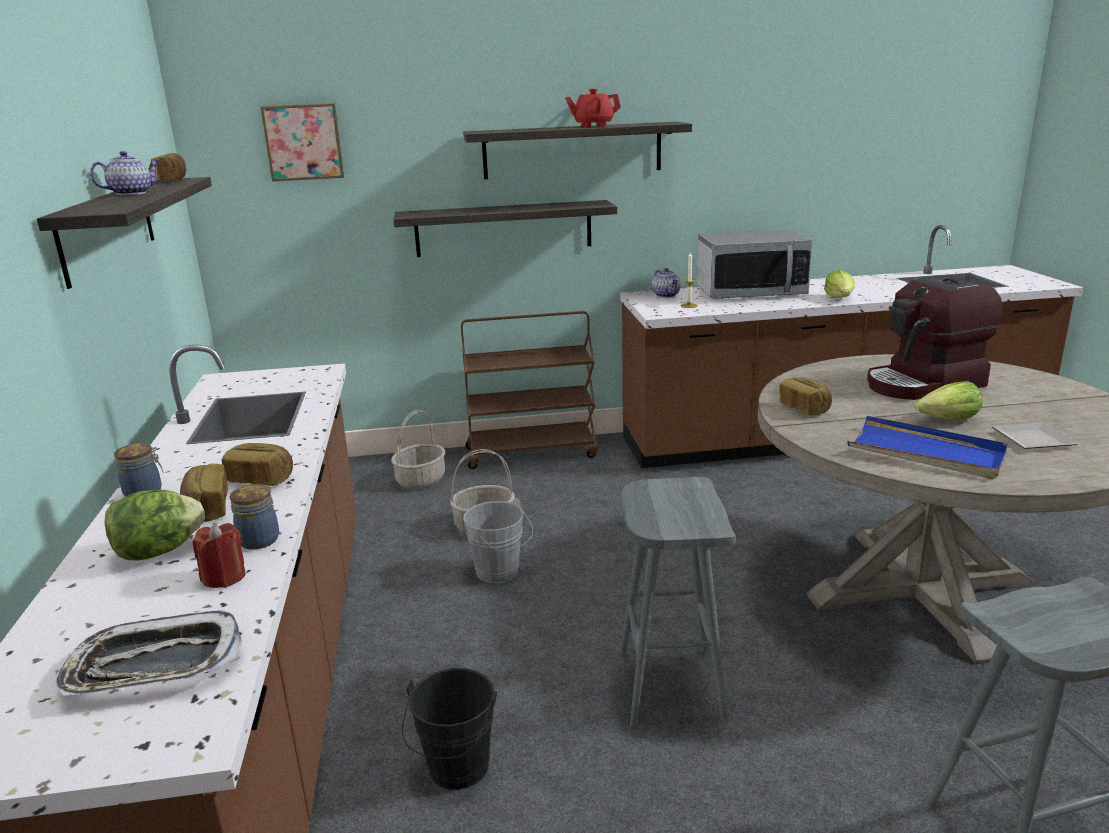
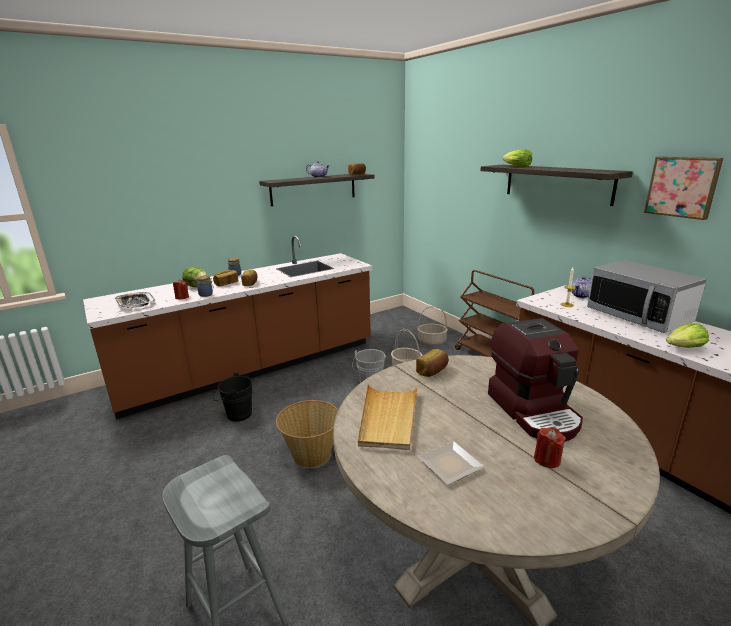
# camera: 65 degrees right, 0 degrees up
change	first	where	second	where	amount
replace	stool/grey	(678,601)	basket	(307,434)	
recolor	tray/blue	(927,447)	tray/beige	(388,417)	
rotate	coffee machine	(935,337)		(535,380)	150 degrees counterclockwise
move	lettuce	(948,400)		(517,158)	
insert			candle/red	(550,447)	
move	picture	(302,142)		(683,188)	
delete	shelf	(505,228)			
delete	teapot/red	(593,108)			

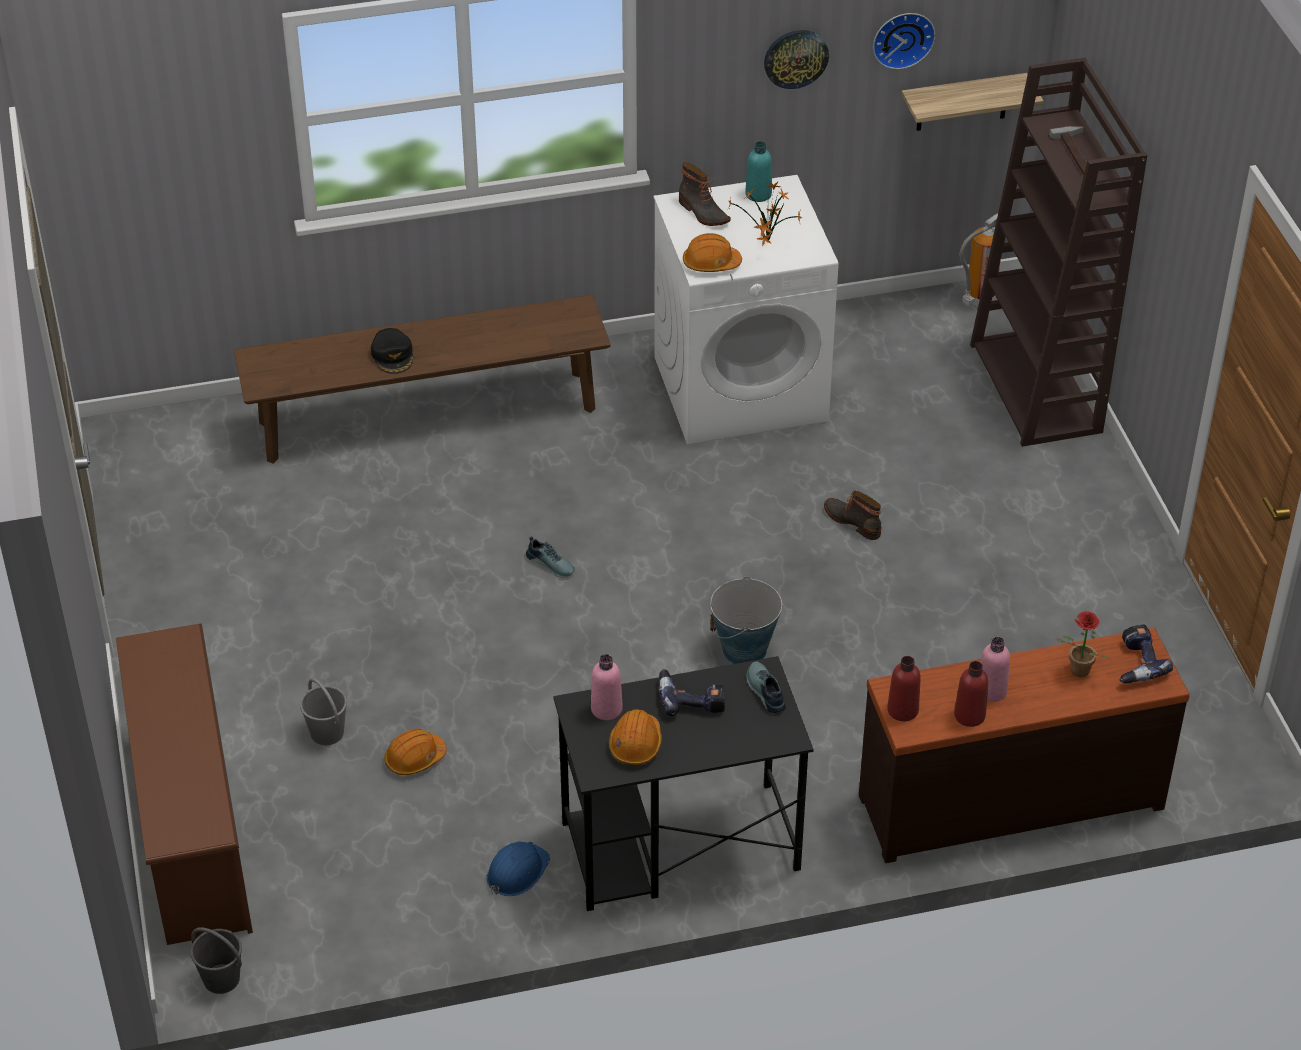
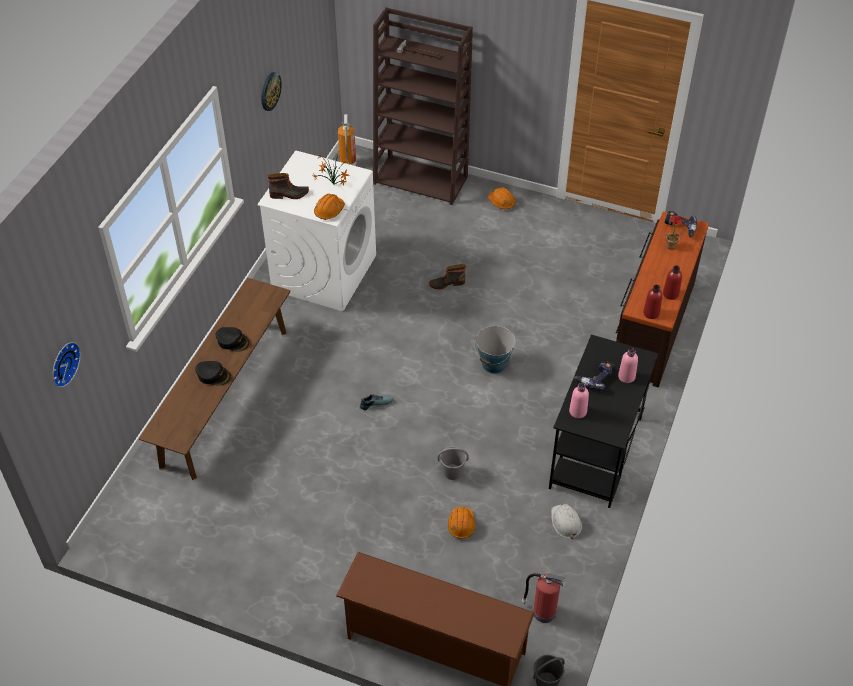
# camera: 55 degrees left, 5 degrees up
change	first	where	second	where	amount
move	wall clock	(904,41)		(67,365)	
insert			cap/black	(232,339)	
move	bucket/grey	(323,711)		(453,463)	
move	hard hat/orange	(635,737)		(502,198)	
insert			fire extinguisher	(543,598)	
recolor	hard hat/blue	(518,868)	hard hat/white	(566,521)	
move	bottle/pink	(995,669)		(628,365)	
delete	bottle/turquoise	(758,171)			
delete	shoe	(766,687)			
delete	shelf	(972,102)			

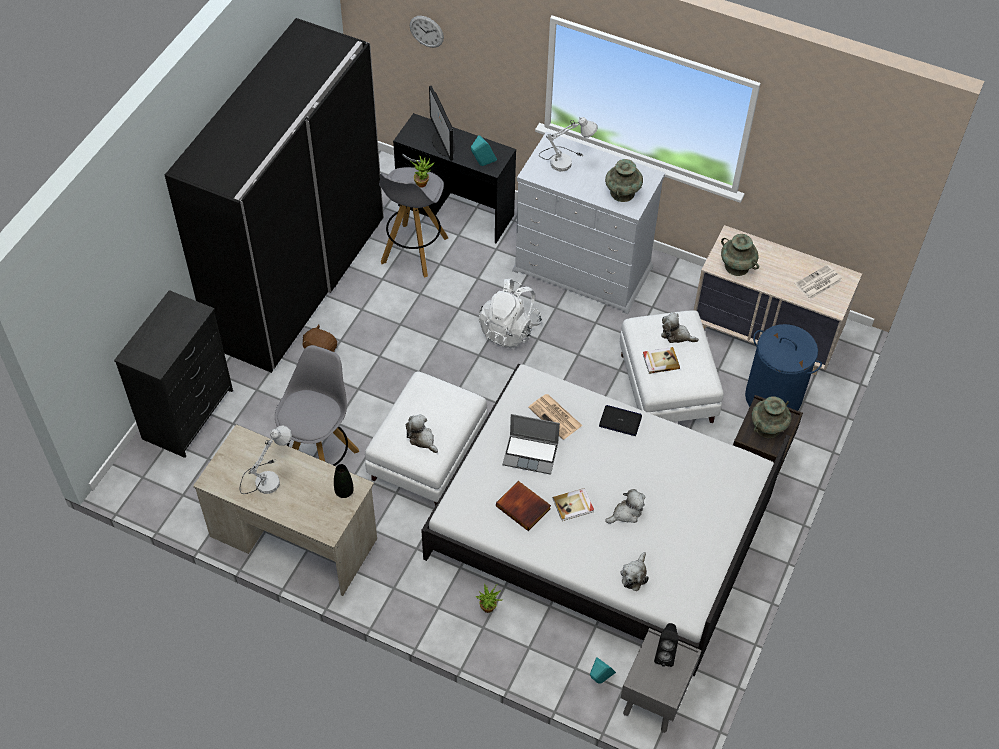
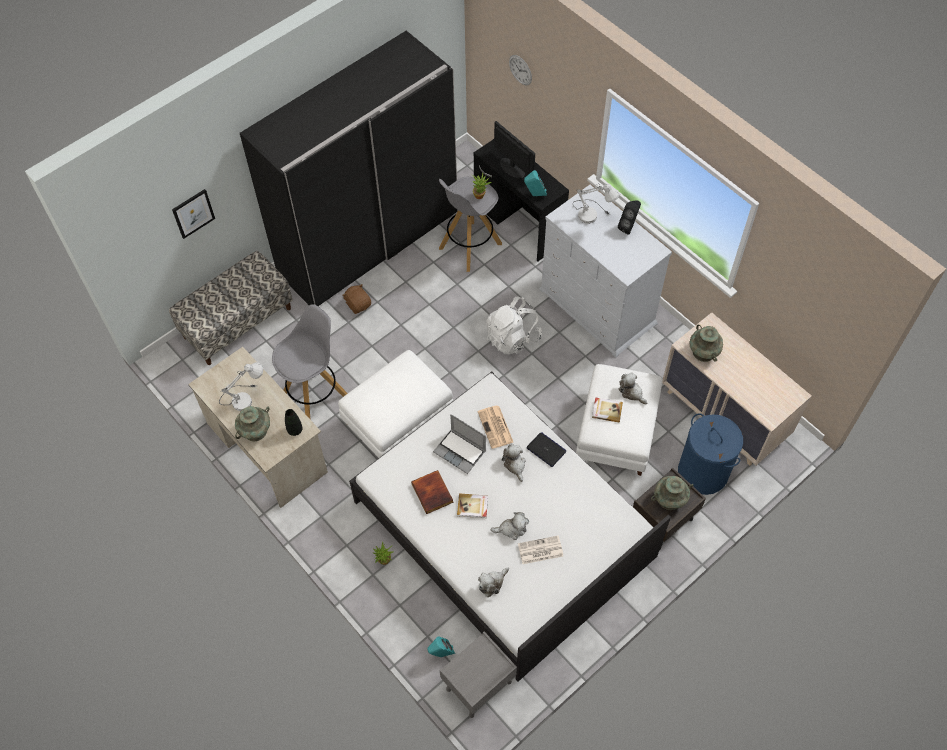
# camera: 25 degrees right, 5 degrees up
change	first	where	second	where	amount
replace	dresser/black	(173,374)	bench	(231,308)	
insert			picture	(193,214)	
move	vase/turquoise	(624,180)		(252,424)	
rotate	monitor	(442,123)		(514,149)	135 degrees clockwise
move	plush toy	(422,433)		(513,463)	
move	newspaper	(818,282)		(540,549)	
move	speaker/black	(666,645)		(629,217)	

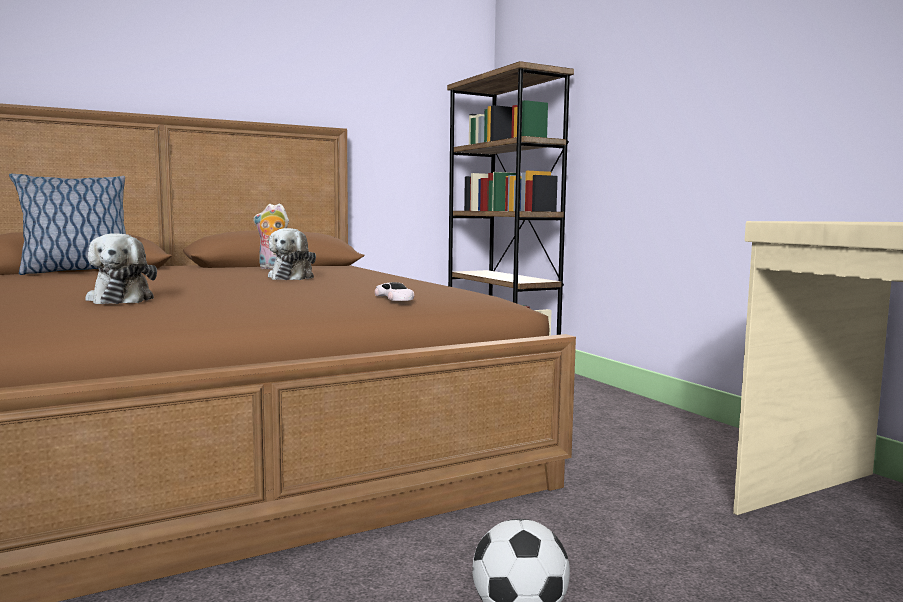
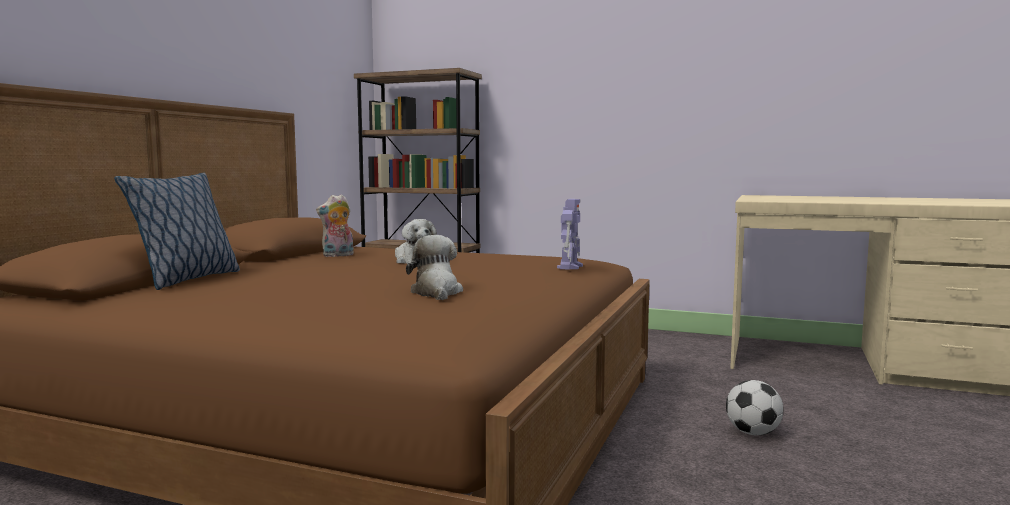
# camera: 40 degrees left, 0 degrees up
change	first	where	second	where	amount
rotate	plush toy	(121,268)		(434,267)	135 degrees counterclockwise
replace	toy car/white	(394,291)	toy robot	(570,234)	

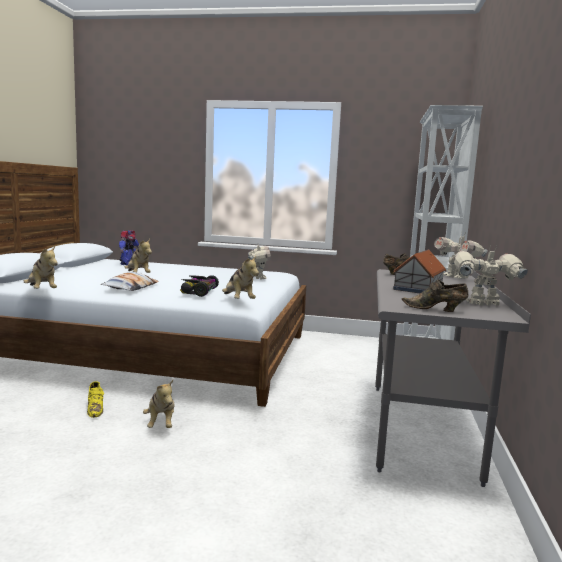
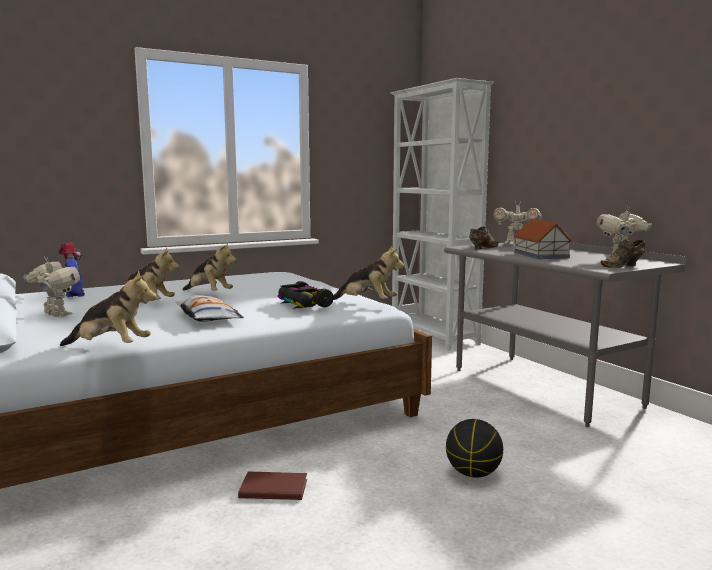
# camera: 40 degrees left, 0 degrees up
change	first	where	second	where	amount
move	toy robot	(259,261)		(51,287)	
move	plush toy	(159,404)		(209,266)	
replace	shoe/yellow	(95,399)	book/brown	(272,486)	
insert			basketball	(474,448)	

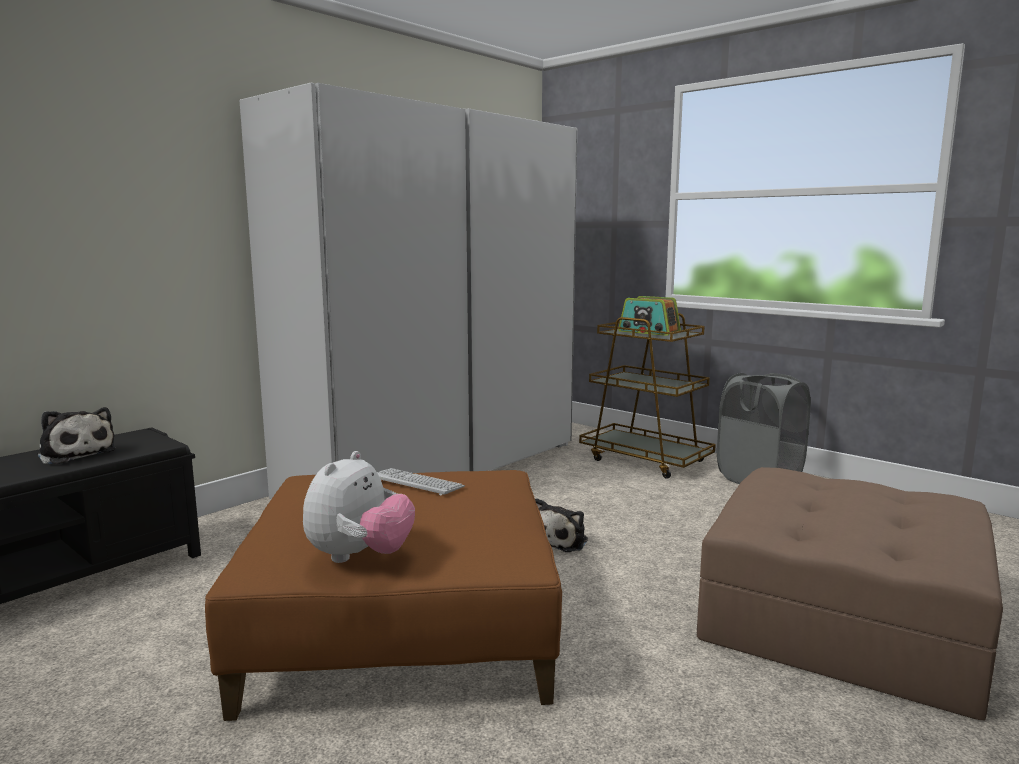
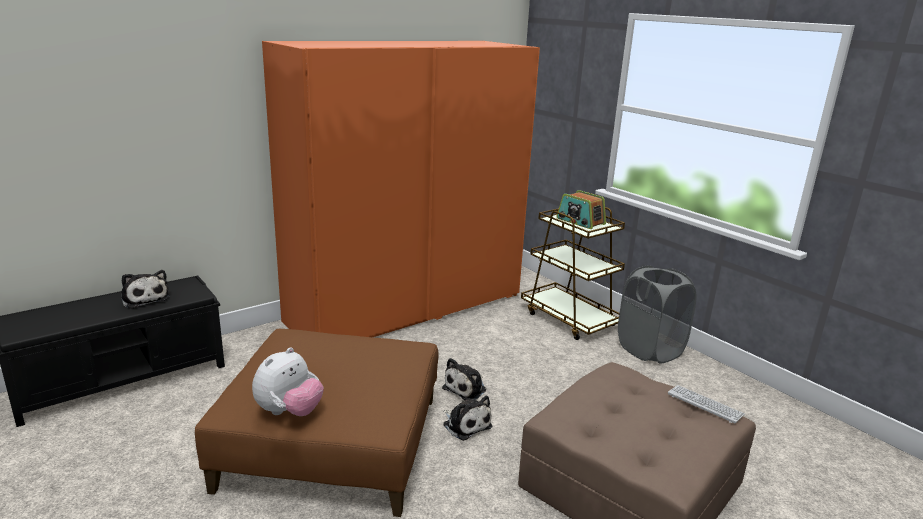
# camera: 10 degrees right, 10 degrees up
change	first	where	second	where	amount
recolor	wardrobe/white	(408,291)	wardrobe/orange	(401,189)	
insert			plush toy	(467,418)	
move	keyboard	(421,482)		(706,404)	

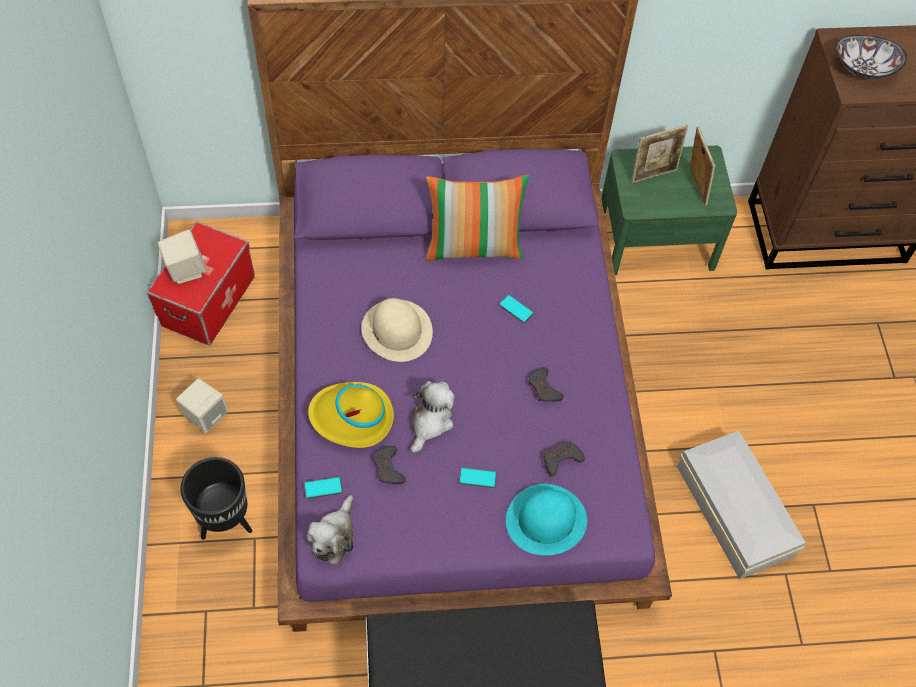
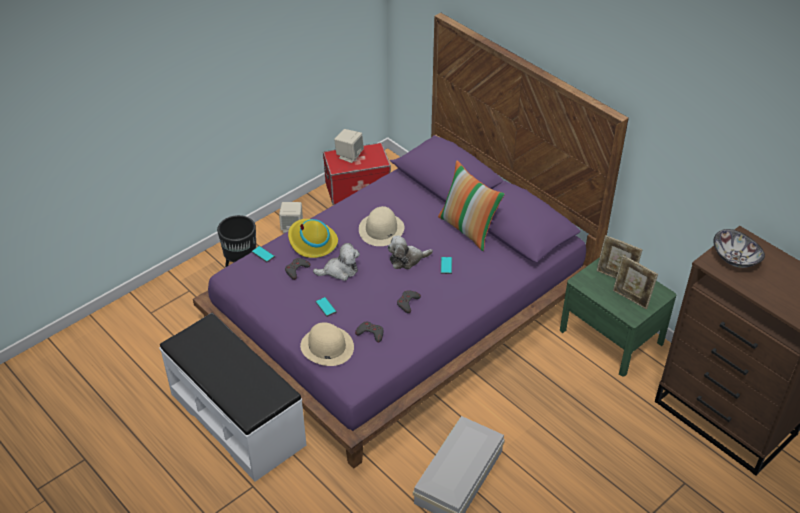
# camera: 55 degrees right, 15 degrees down
change	first	where	second	where	amount
recolor	hat/turquoise	(546,519)	hat/beige	(327,344)	
move	plush toy	(330,530)		(410,252)	
rotate	picture frame	(702,166)		(635,282)	90 degrees clockwise

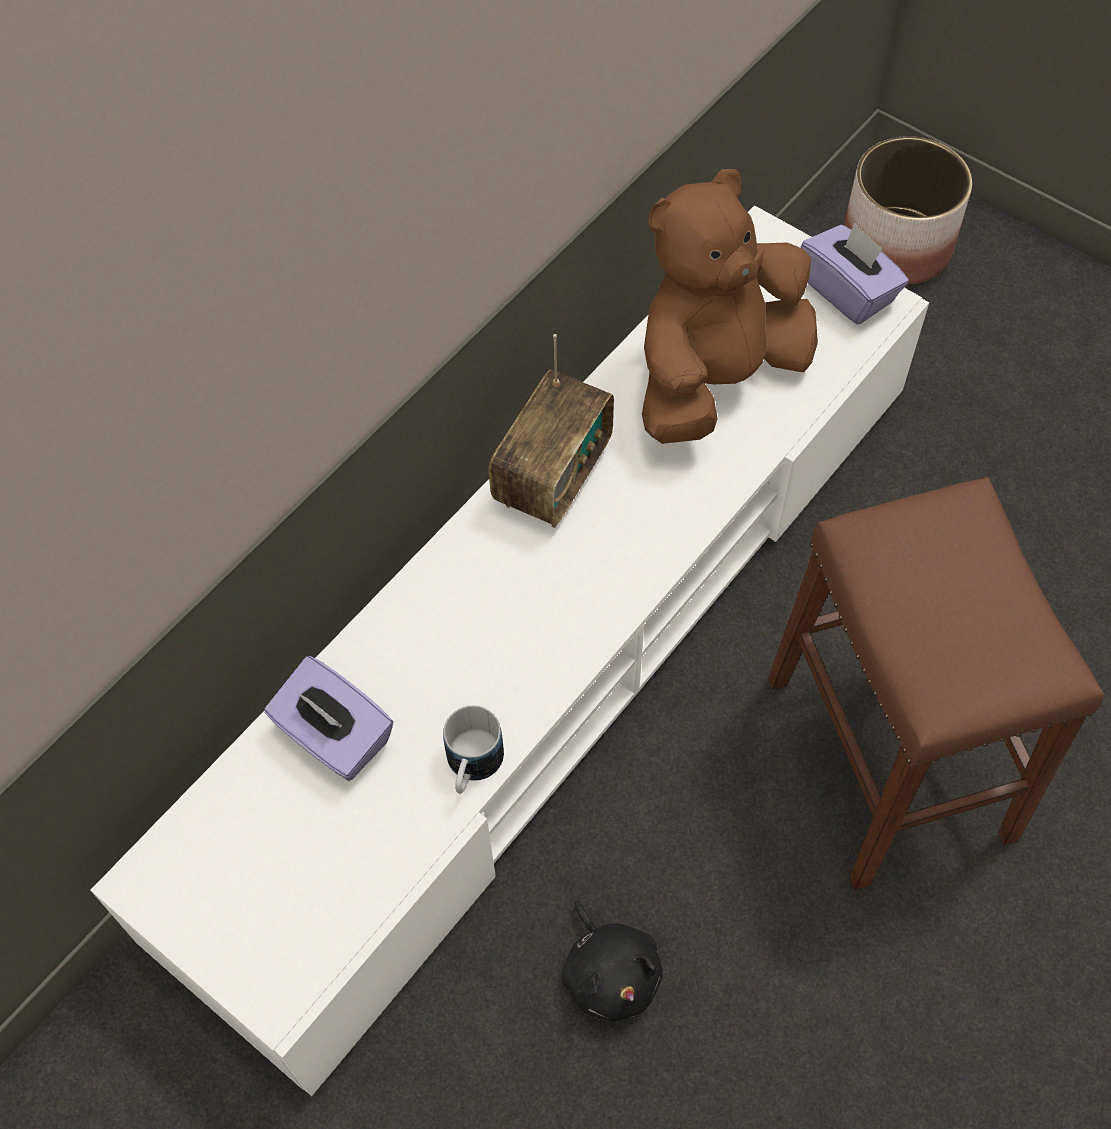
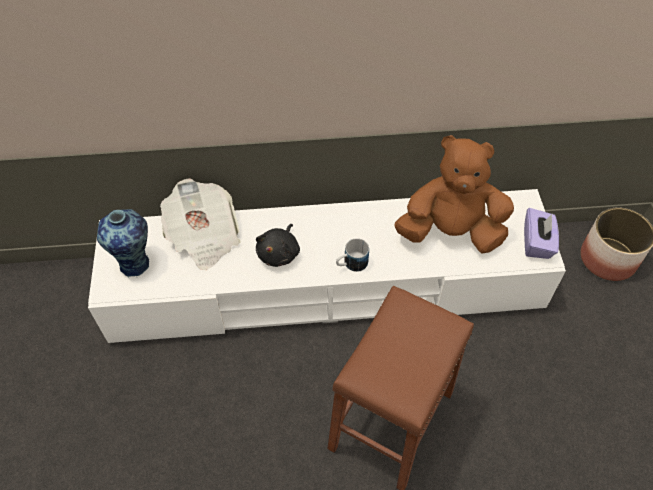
# camera: 45 degrees right, 5 degrees down
change	first	where	second	where	amount
insert			vase	(123,243)	
replace	tissue box/purple	(329,718)	newspaper	(200,224)	
move	plush toy/black	(612,960)		(278,245)	
move	mug	(473,749)		(352,255)	
delete	radio	(551,431)			

